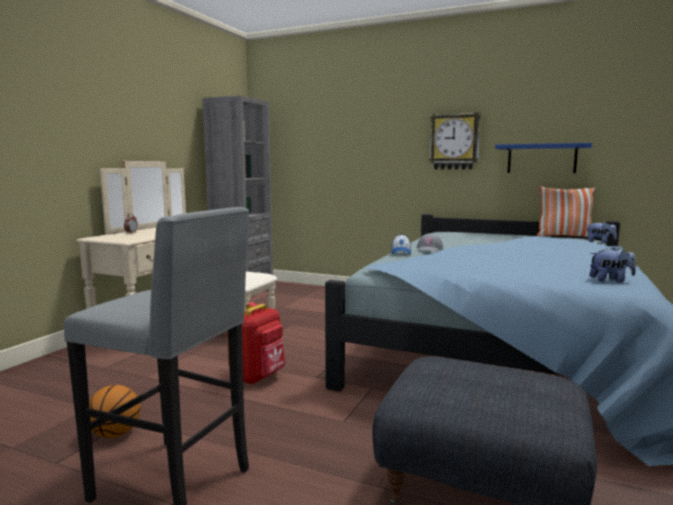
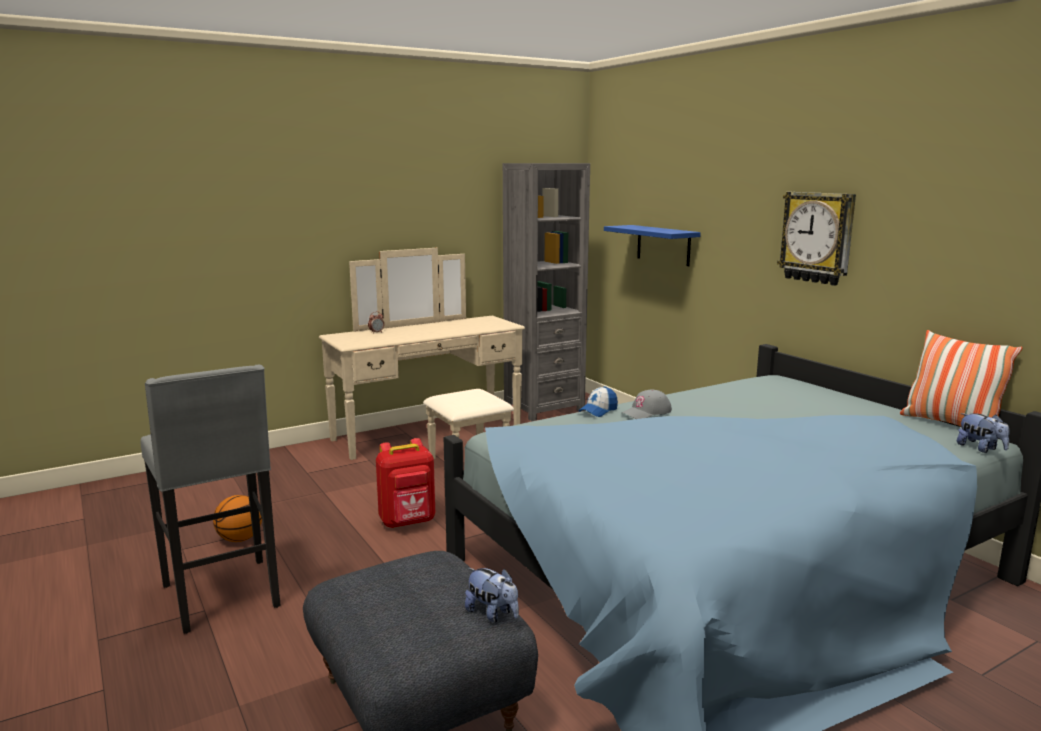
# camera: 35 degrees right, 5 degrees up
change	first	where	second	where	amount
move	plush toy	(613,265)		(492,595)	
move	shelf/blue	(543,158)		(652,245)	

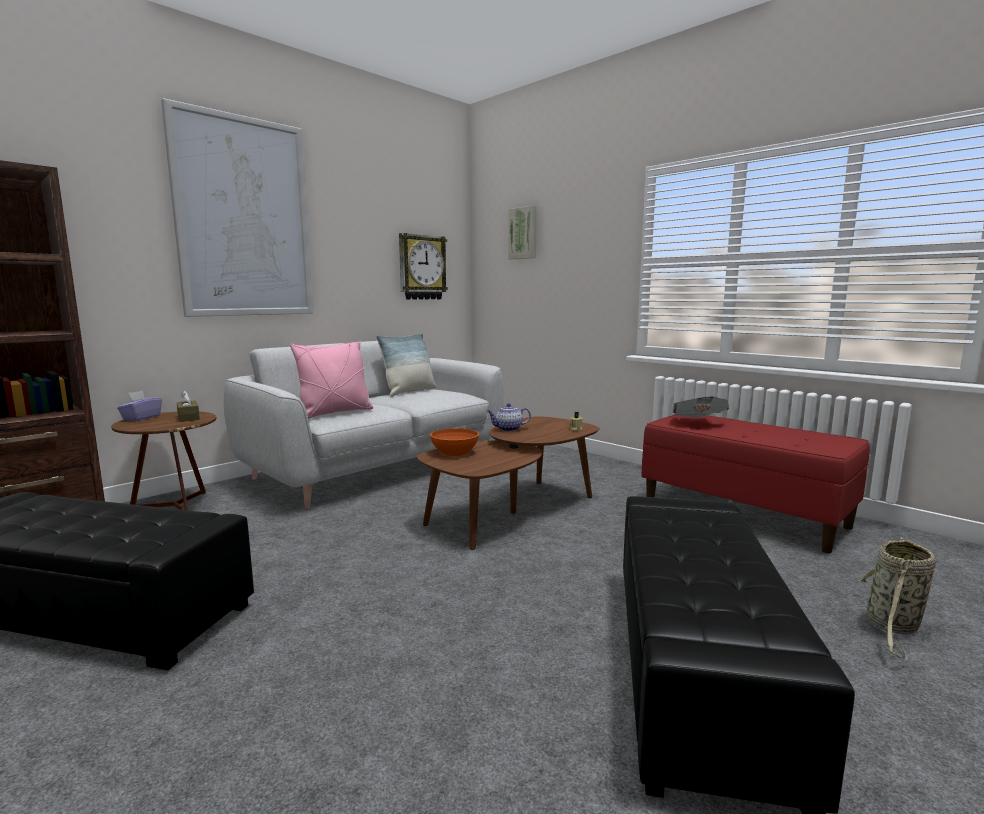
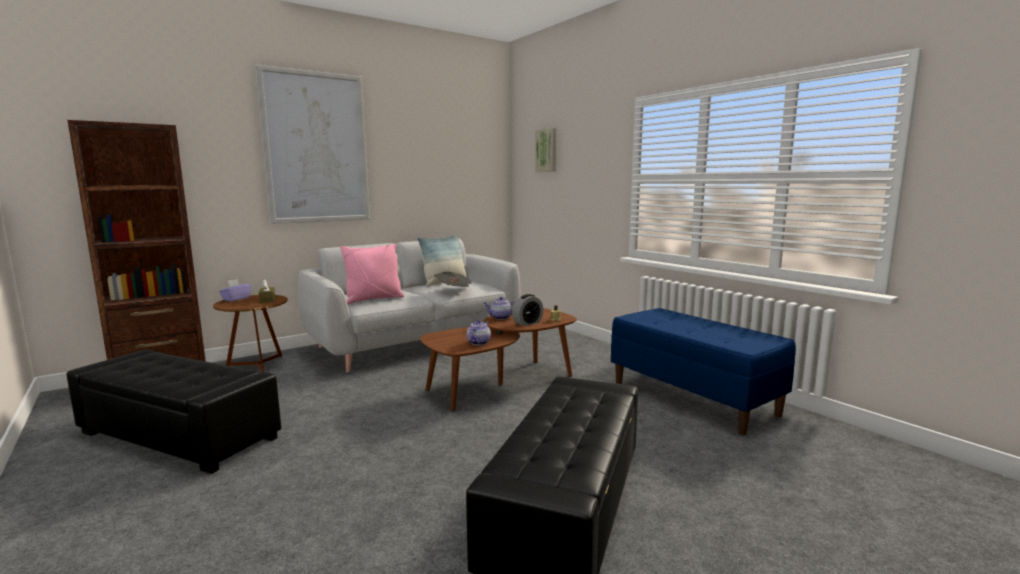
# camera: 10 degrees right, 0 degrees up
change	first	where	second	where	amount
move	newspaper	(701,407)		(453,279)	
insert			teapot	(479,332)	
insert			alarm clock	(527,310)	
recolor	bench/red	(756,484)	bench/blue	(703,371)	
delete	wall clock	(423,266)			
delete	bowl/orange	(454,442)			
delete	basket	(896,598)			

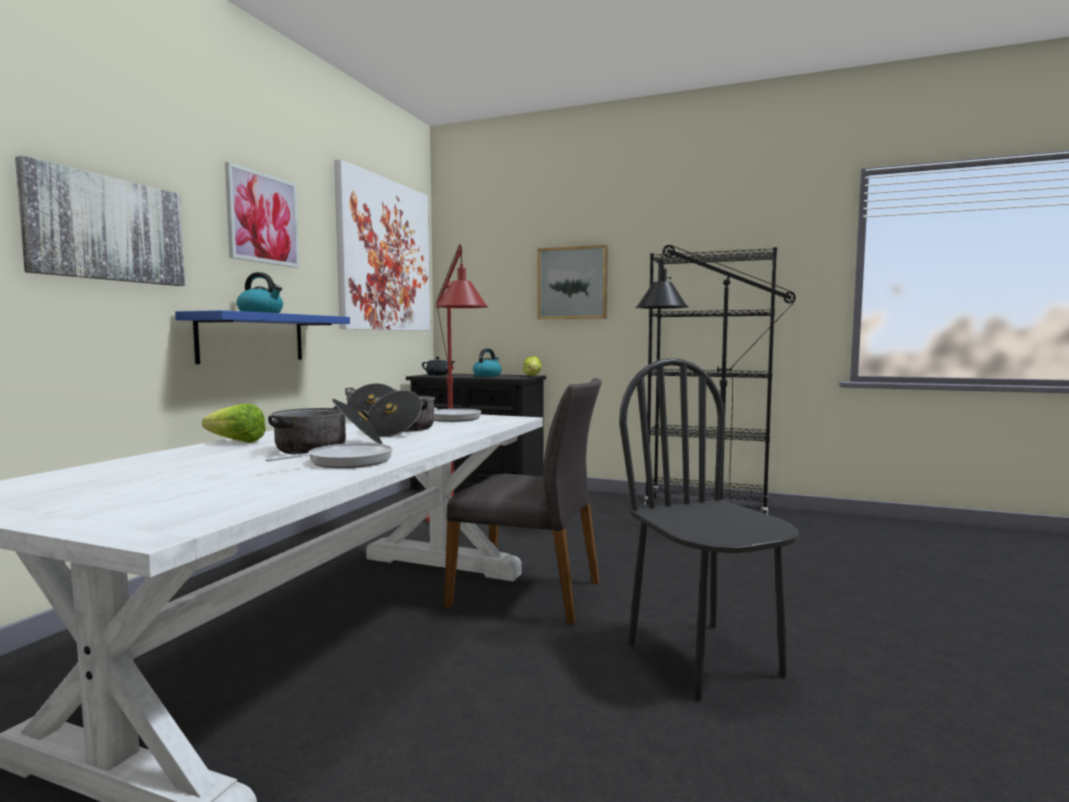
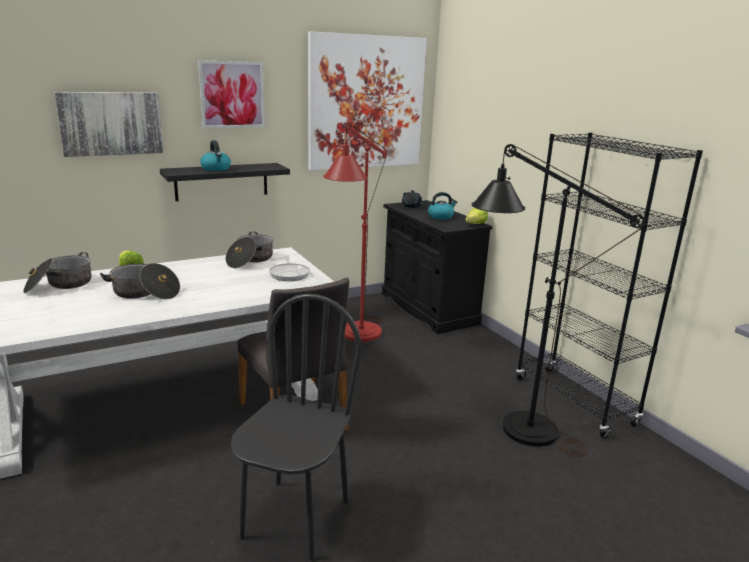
# camera: 40 degrees right, 15 degrees up
change	first	where	second	where	amount
move	cooking pot	(401,413)		(57,272)	
recolor	shelf/blue	(262,337)	shelf/black	(225,182)	
delete	frying pan	(329,455)			
delete	picture	(573,282)			

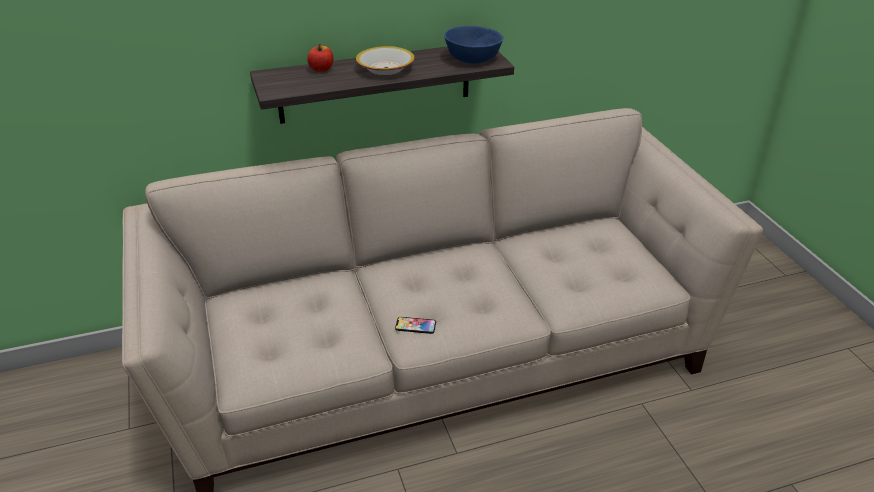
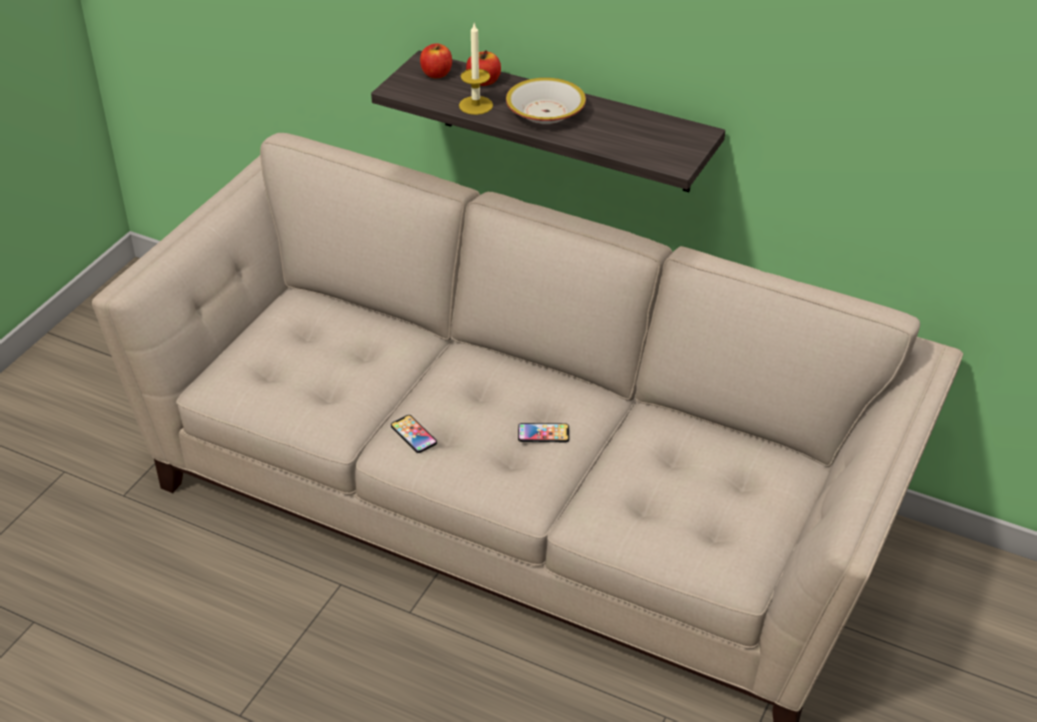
# camera: 45 degrees right, 5 degrees up
change	first	where	second	where	amount
insert			apple	(436,60)	
insert			candle	(476,69)	
insert			phone	(543,432)	
delete	bowl/blue	(474,45)			

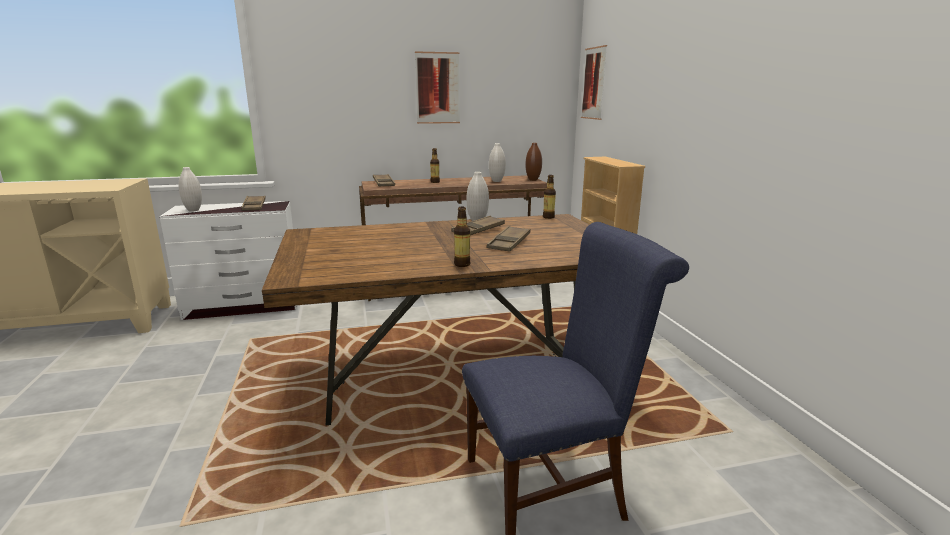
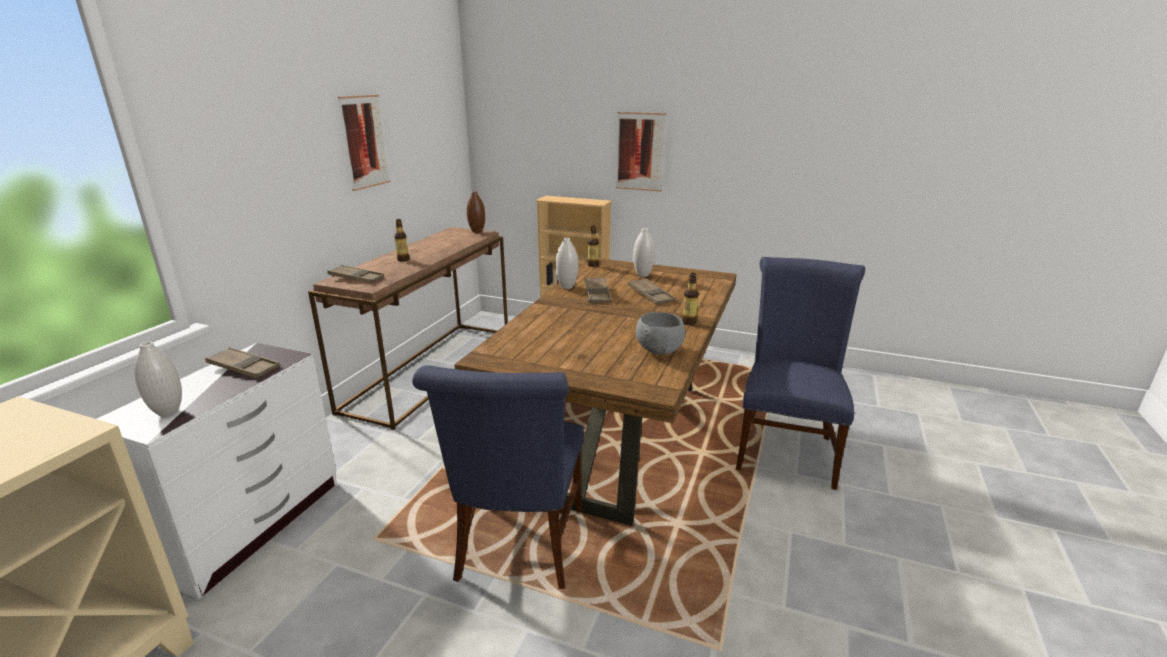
# camera: 55 degrees left, 5 degrees up
change	first	where	second	where	amount
insert			chair/blue	(498,477)	
move	picture	(594,82)		(641,152)	
move	vase/white	(497,162)		(644,252)	
insert			bowl/grey	(660,333)	

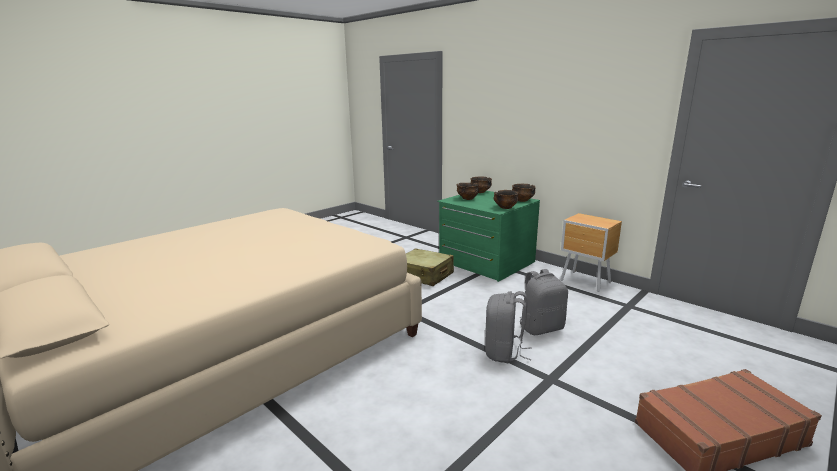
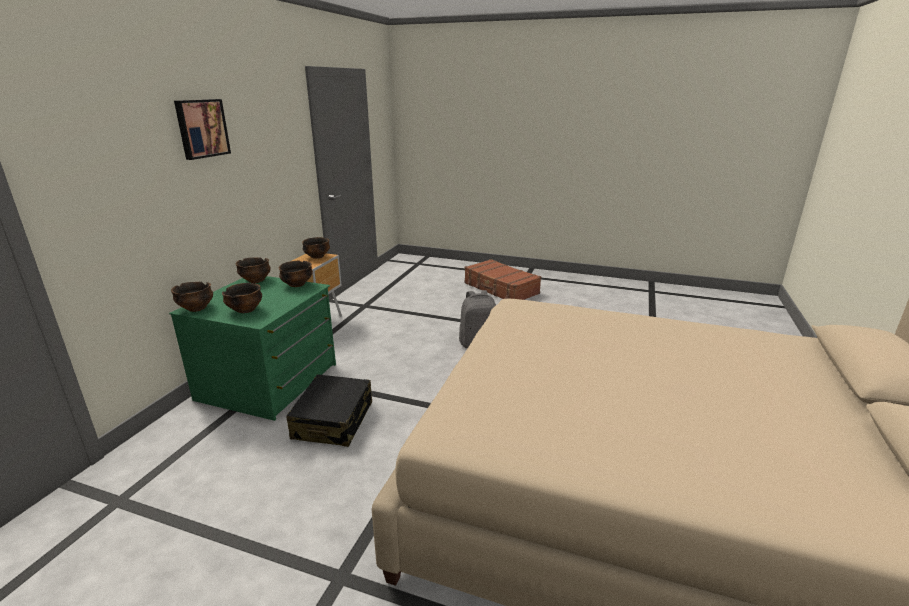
# camera: 115 degrees left, 5 degrees up
change	first	where	second	where	amount
insert			picture	(202,129)	
recolor	suitcase/beige	(430,267)	suitcase/black	(329,411)	
insert			bowl	(316,248)	
delete	backpack/grey	(543,302)			

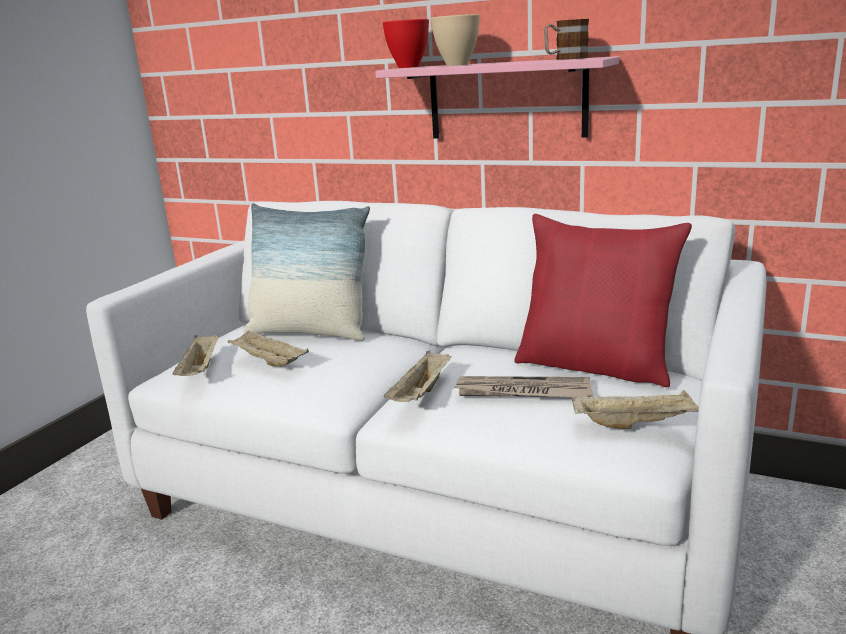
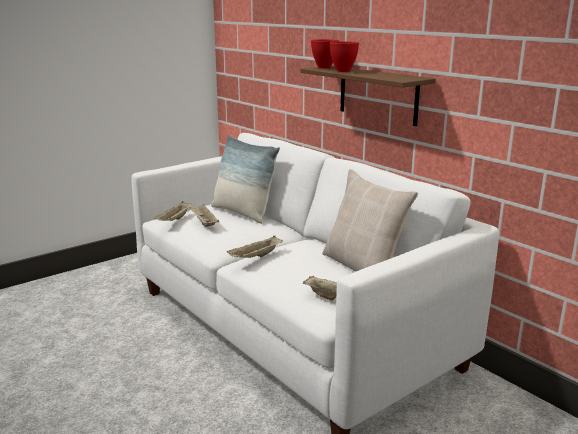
# camera: 25 degrees right, 0 degrees up
change	first	where	second	where	amount
recolor	shelf/pink	(497,97)	shelf/brown	(368,96)	
recolor	pillow/red	(603,300)	pillow/beige	(370,220)	
recolor	bowl/beige	(455,40)	bowl/red	(344,56)	
delete	newspaper	(523,387)			
delete	mug	(566,39)			

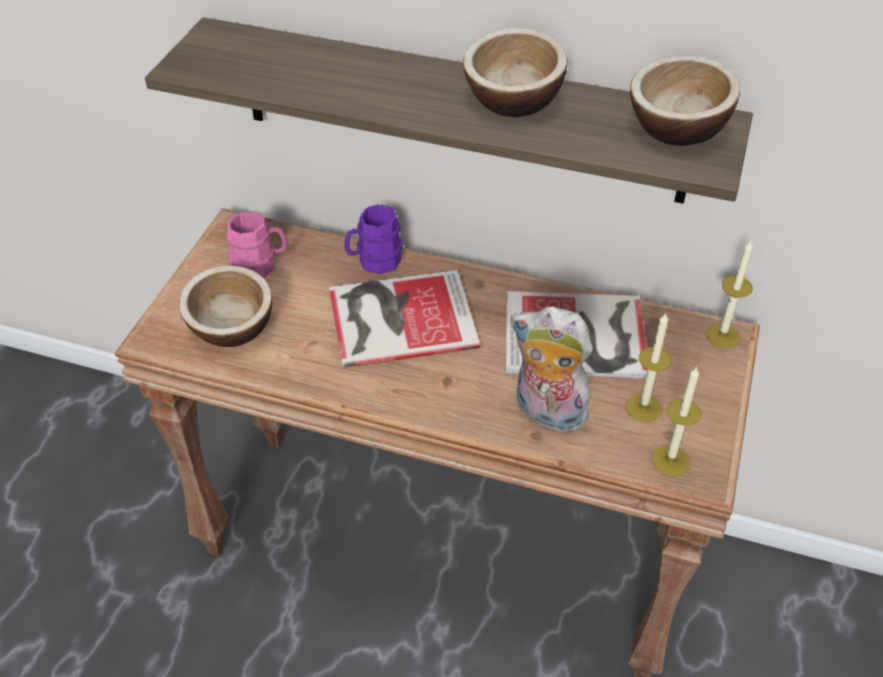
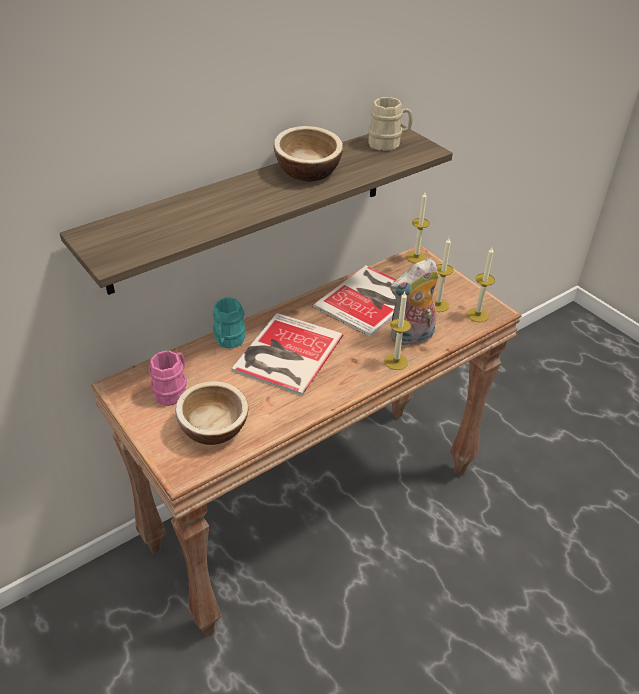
# camera: 55 degrees left, 5 degrees down
change	first	where	second	where	amount
recolor	mug/purple	(373,239)	mug/turquoise	(229,323)	
replace	bowl	(685,100)	mug/beige	(390,124)	
insert			candle	(398,331)	

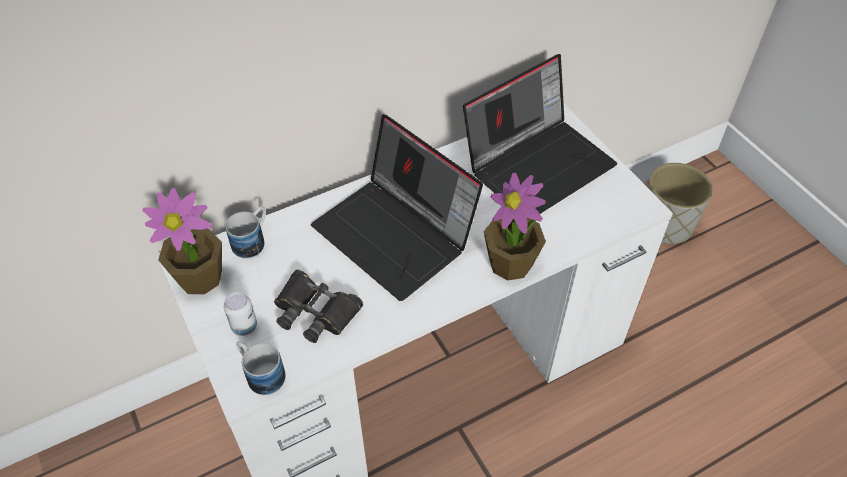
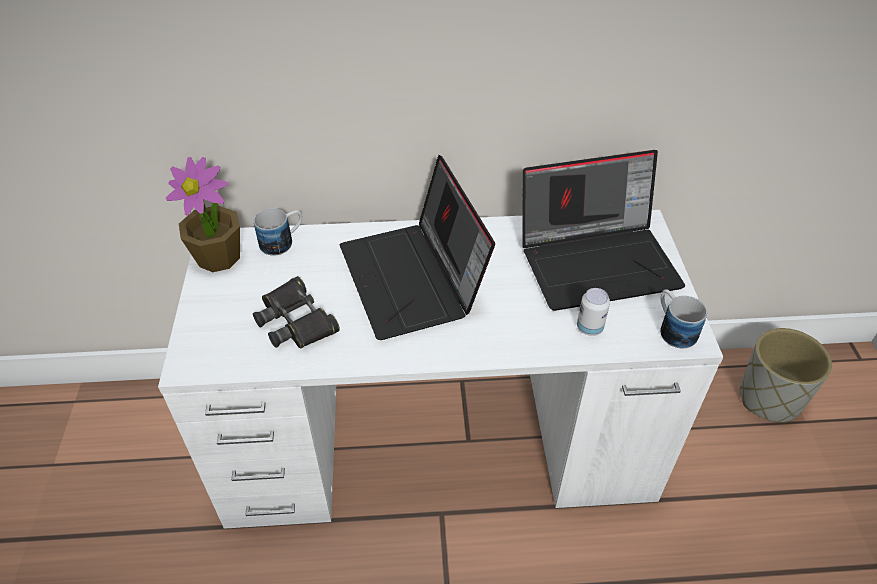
# camera: 25 degrees right, 5 degrees down
change	first	where	second	where	amount
move	can	(240,314)		(593,312)	
move	mug	(261,368)		(683,319)	
delete	potted plant	(514,226)			

